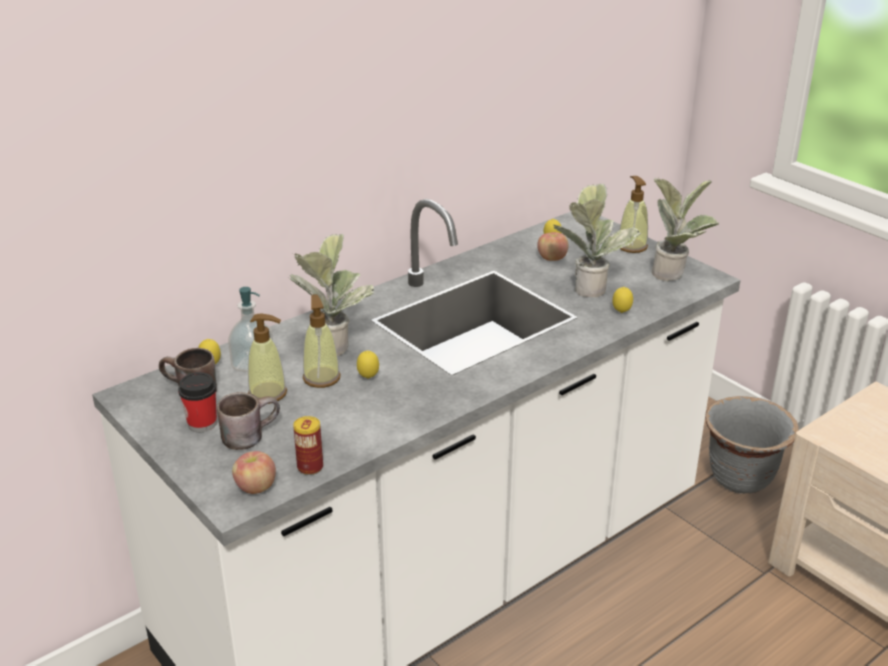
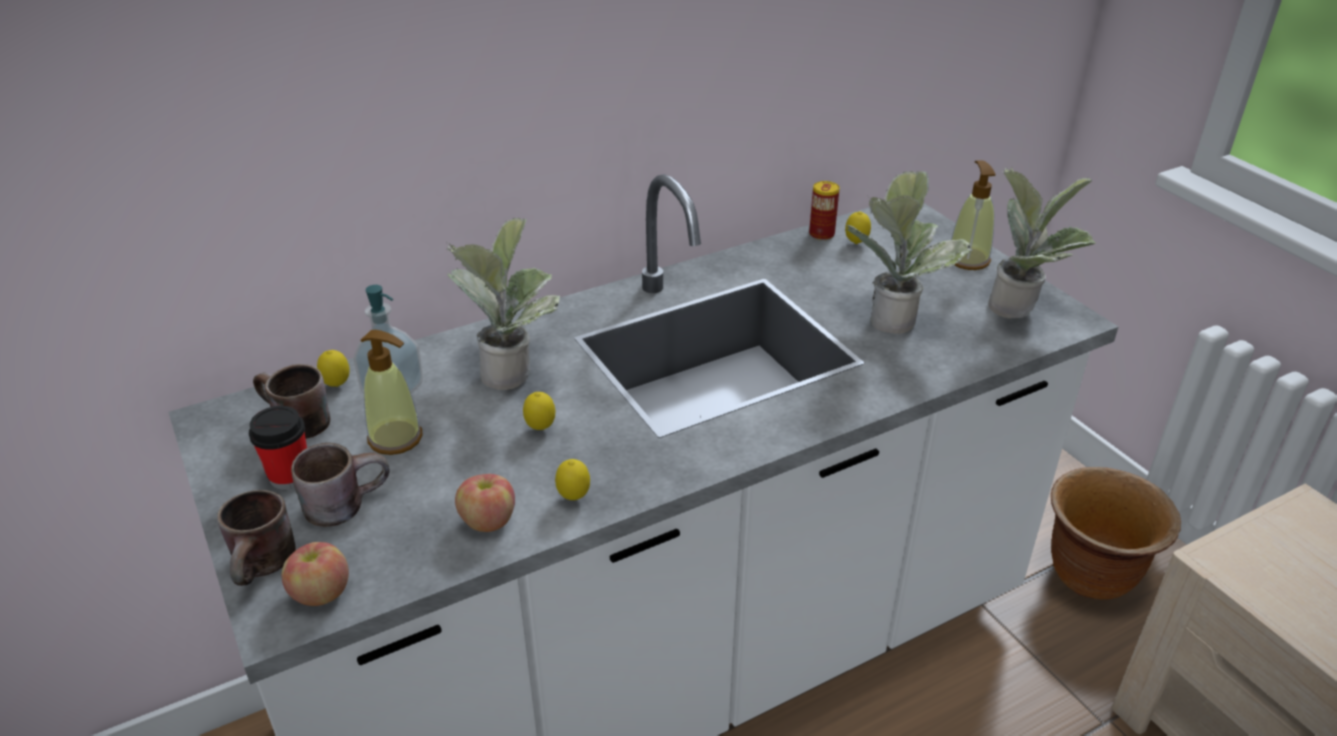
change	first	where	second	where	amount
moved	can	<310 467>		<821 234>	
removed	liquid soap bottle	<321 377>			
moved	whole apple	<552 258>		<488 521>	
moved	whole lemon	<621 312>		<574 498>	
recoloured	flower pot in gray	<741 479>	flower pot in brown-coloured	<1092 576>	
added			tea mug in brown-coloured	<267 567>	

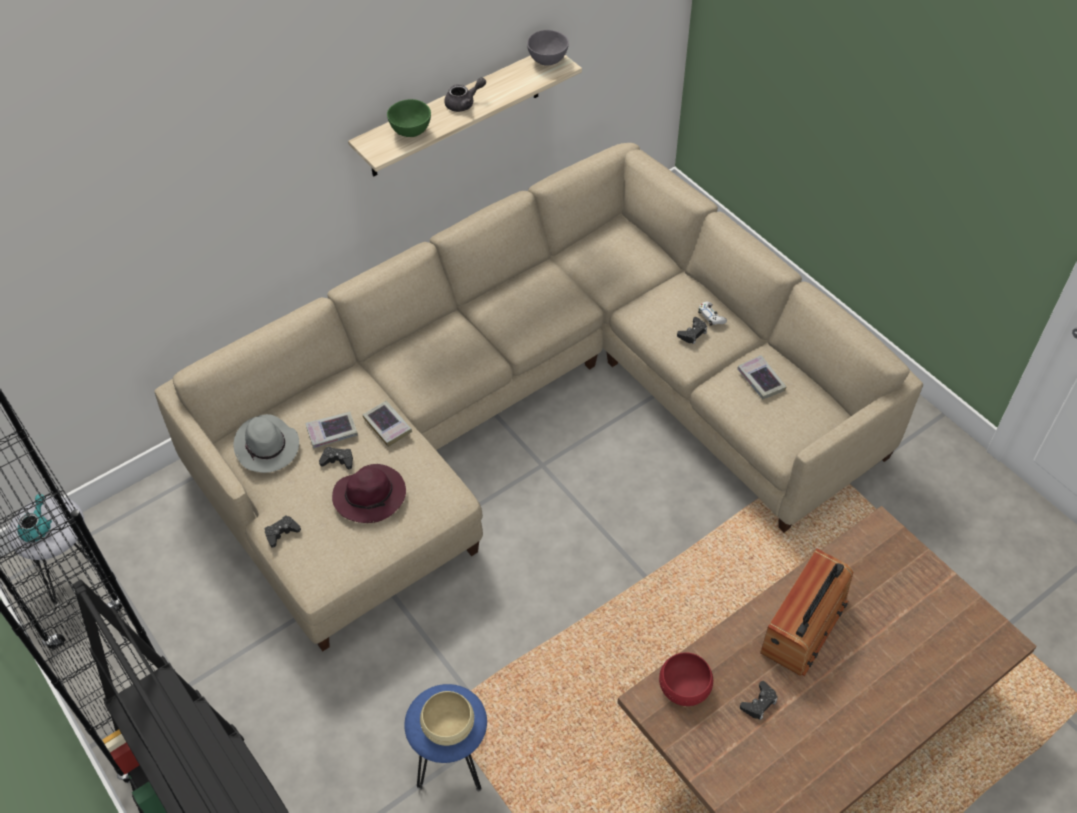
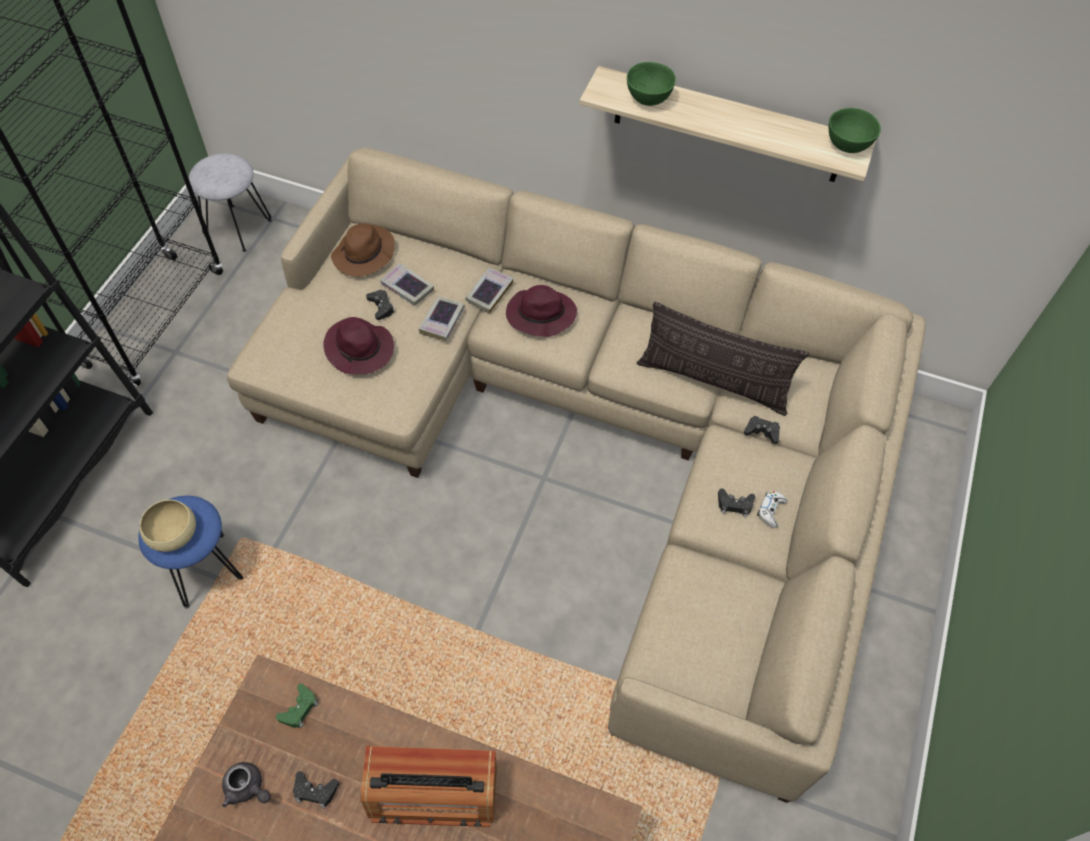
change	first	where	second	where	amount
removed	pot for tea in turquoise-coloured	<38 526>			
recoloured	wearable hat in gray	<267 447>	wearable hat in brown-coloured	<364 255>	
moved	joypad in black-coloured	<281 533>		<762 432>	
moved	pot for tea in gray	<464 103>		<247 788>	
recoloured	serving bowl in gray	<548 61>	serving bowl in greenish	<847 146>	
replaced	serving bowl in reddish	<685 686>	joypad in greenish	<299 709>	
moved	book	<760 380>		<489 292>	
added			wearable hat in purple-coloured	<539 315>	
added			pillow	<713 381>	

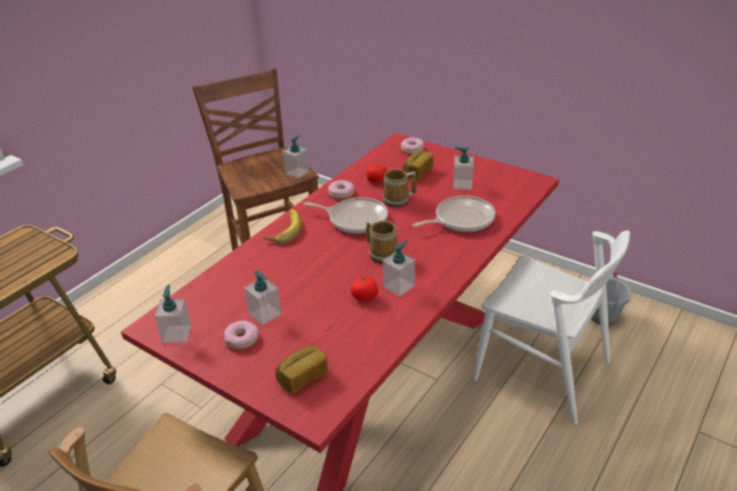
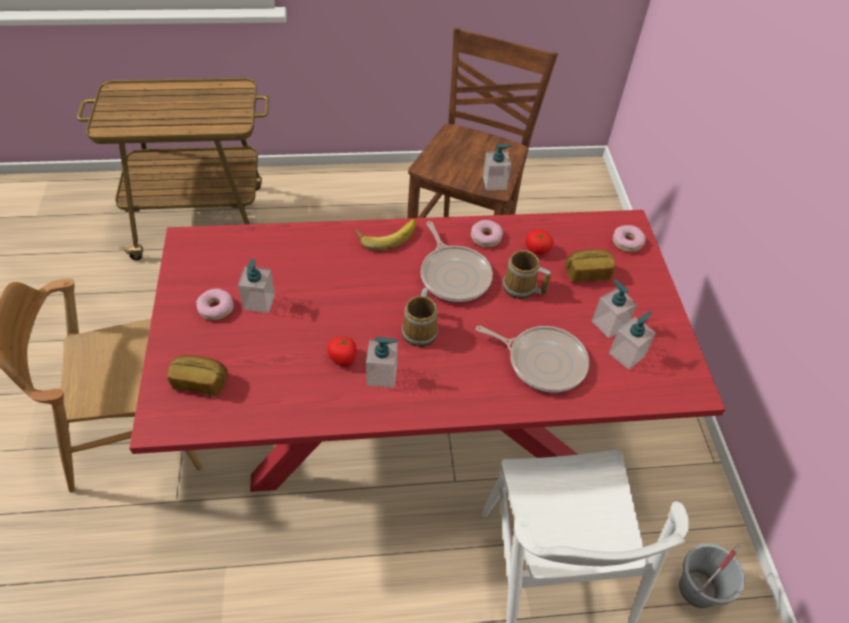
change	first	where	second	where	amount
moved	liquid soap bottle	<177 334>		<626 354>	

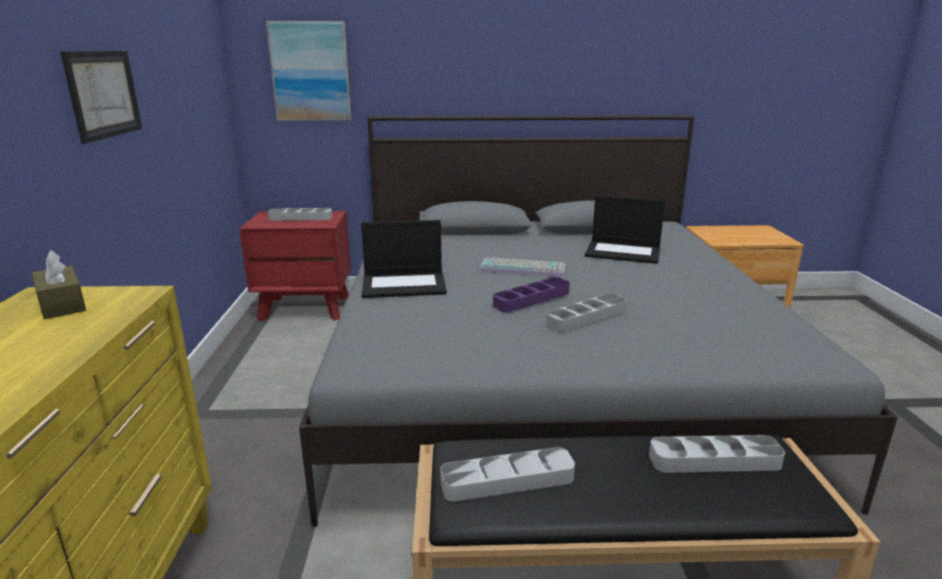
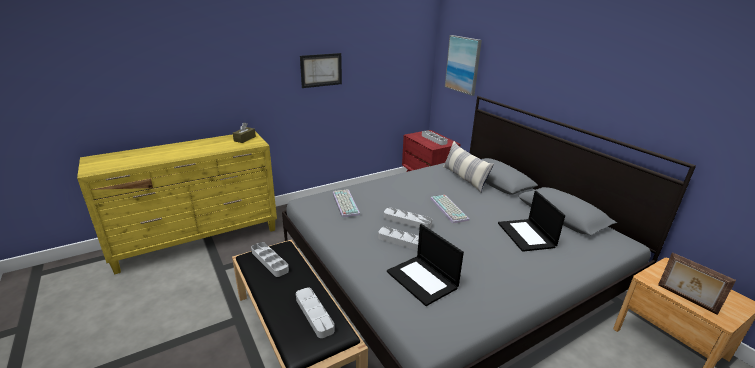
change	first	where	second	where	amount
moved	portable computer	<405 285>		<423 280>	
recoloured	tray in purple-coloured	<531 299>	tray in gray	<407 221>	
added			computer keyboard	<344 203>	
added			pillow	<464 178>	
added			photo frame	<686 299>	

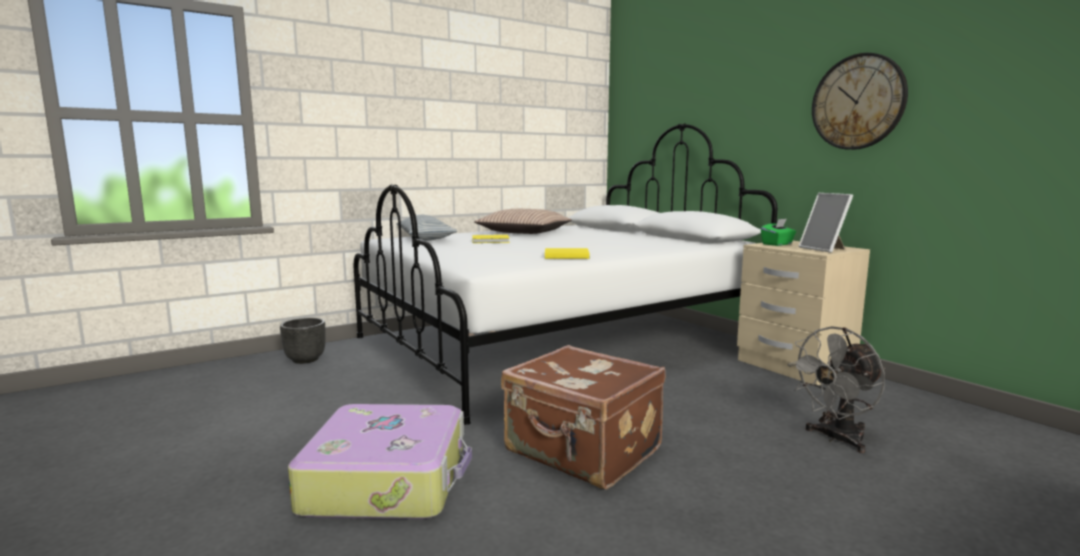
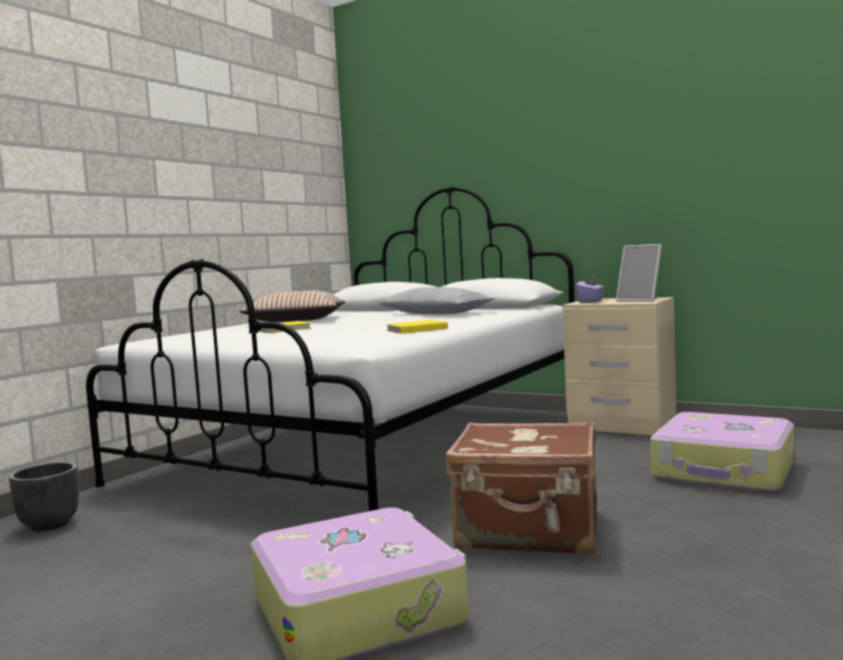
change	first	where	second	where	amount
moved	pillow	<425 238>		<435 314>	
recoloured	tissue holder in greenish	<777 244>	tissue holder in purple-coloured	<591 301>	
replaced	electric fan in gray	<836 439>	travel case	<724 471>	
removed	hanging clock	<858 102>			

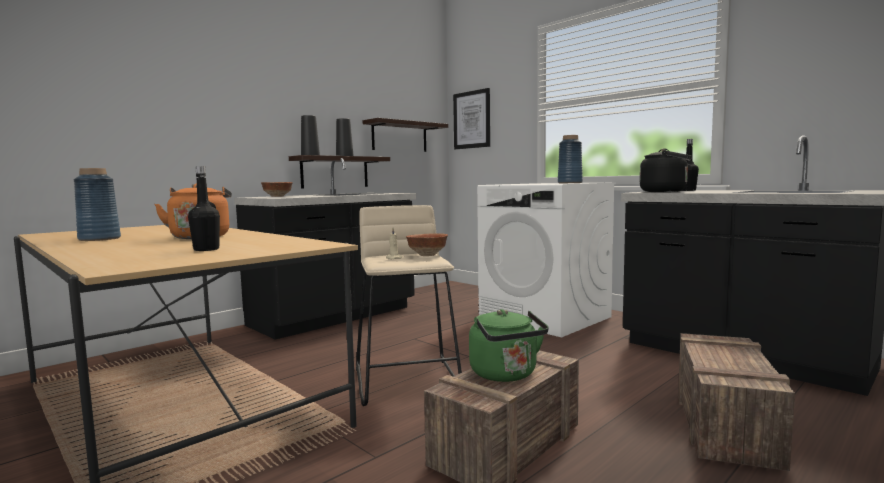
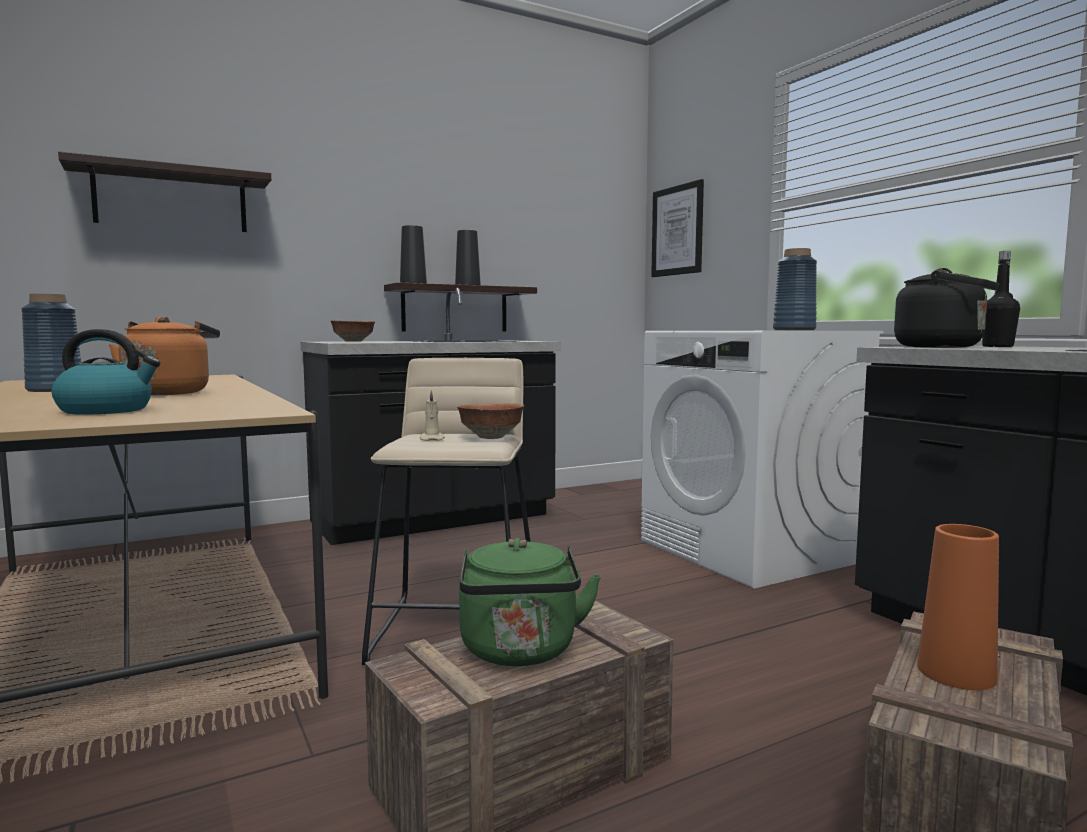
change	first	where	second	where	amount
replaced	beverage bottle in black-coloured	<206 249>	tea kettle	<107 410>	
moved	bracket shelf	<399 137>		<171 200>	
added			flower vase in orange-coloured	<956 673>	

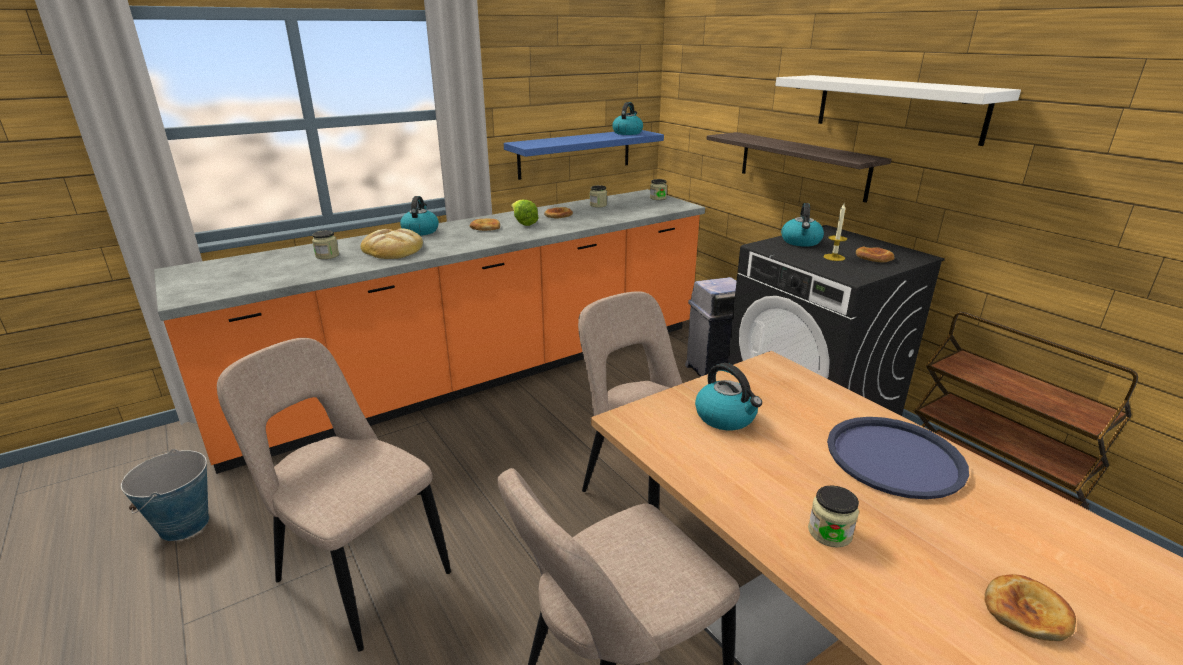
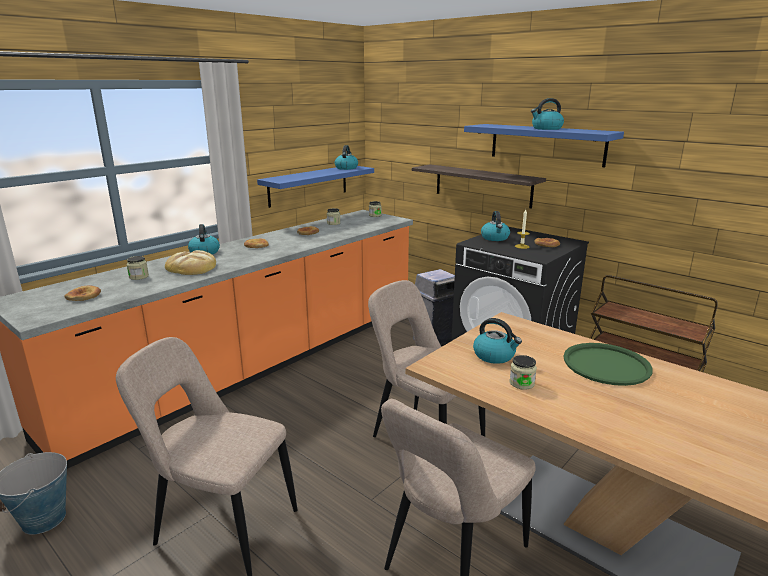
change	first	where	second	where	amount
removed	lettuce head	<523 223>			
recoloured	bracket shelf in whitish	<897 107>	bracket shelf in blue-coloured	<546 144>	
moved	jar	<829 532>		<521 383>	
recoloured	tray in blue-coloured	<894 457>	tray in greenish	<606 365>	
moved	bakery bread	<1027 611>		<84 296>	
added			tea kettle	<546 128>	

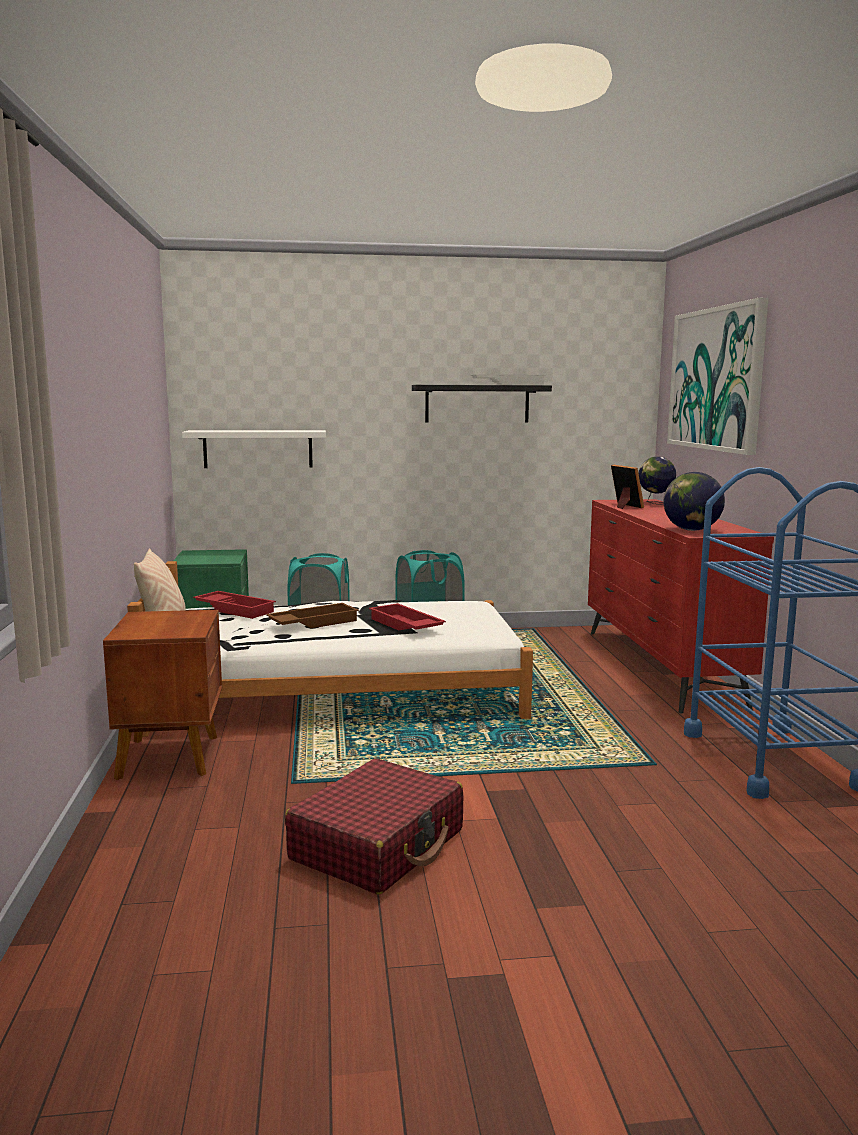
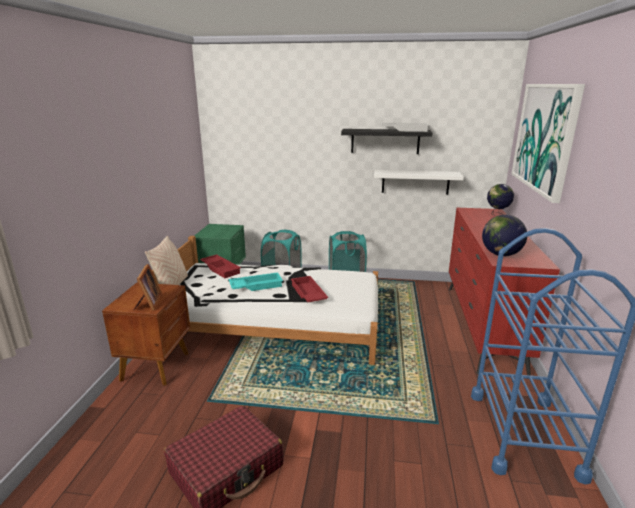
change	first	where	second	where	amount
moved	bracket shelf in whitish	<258 449>		<415 182>	
recoloured	tray in brown-coloured	<313 622>	tray in turquoise-coloured	<256 285>	
moved	photo frame	<624 506>		<149 303>	

